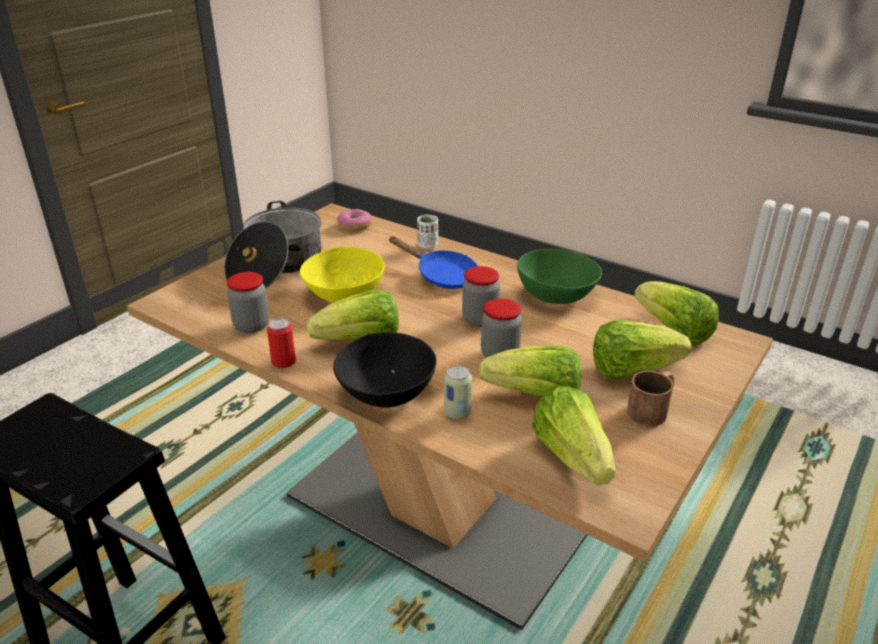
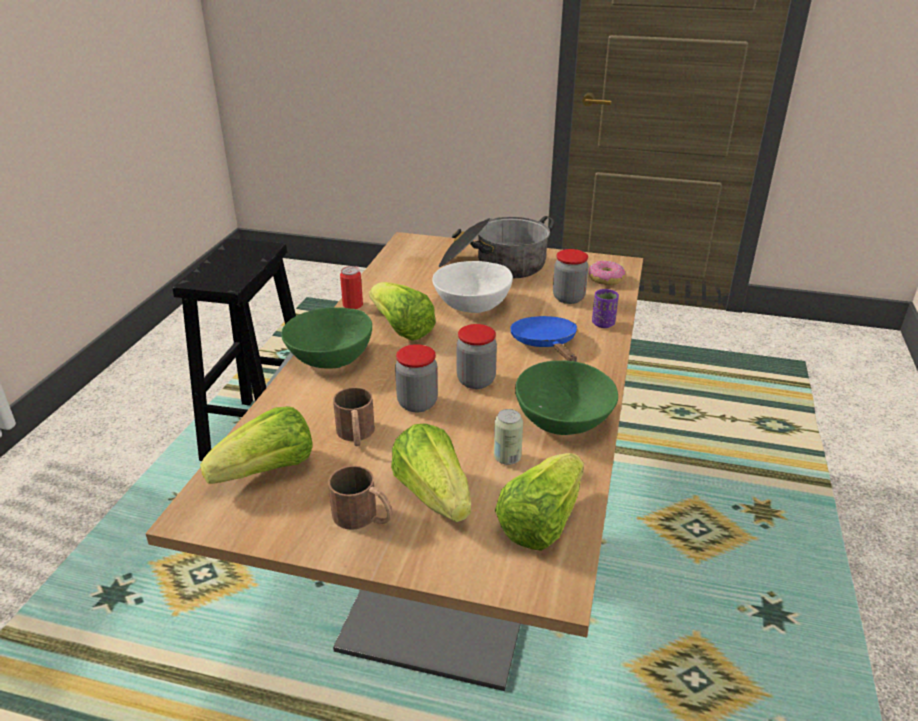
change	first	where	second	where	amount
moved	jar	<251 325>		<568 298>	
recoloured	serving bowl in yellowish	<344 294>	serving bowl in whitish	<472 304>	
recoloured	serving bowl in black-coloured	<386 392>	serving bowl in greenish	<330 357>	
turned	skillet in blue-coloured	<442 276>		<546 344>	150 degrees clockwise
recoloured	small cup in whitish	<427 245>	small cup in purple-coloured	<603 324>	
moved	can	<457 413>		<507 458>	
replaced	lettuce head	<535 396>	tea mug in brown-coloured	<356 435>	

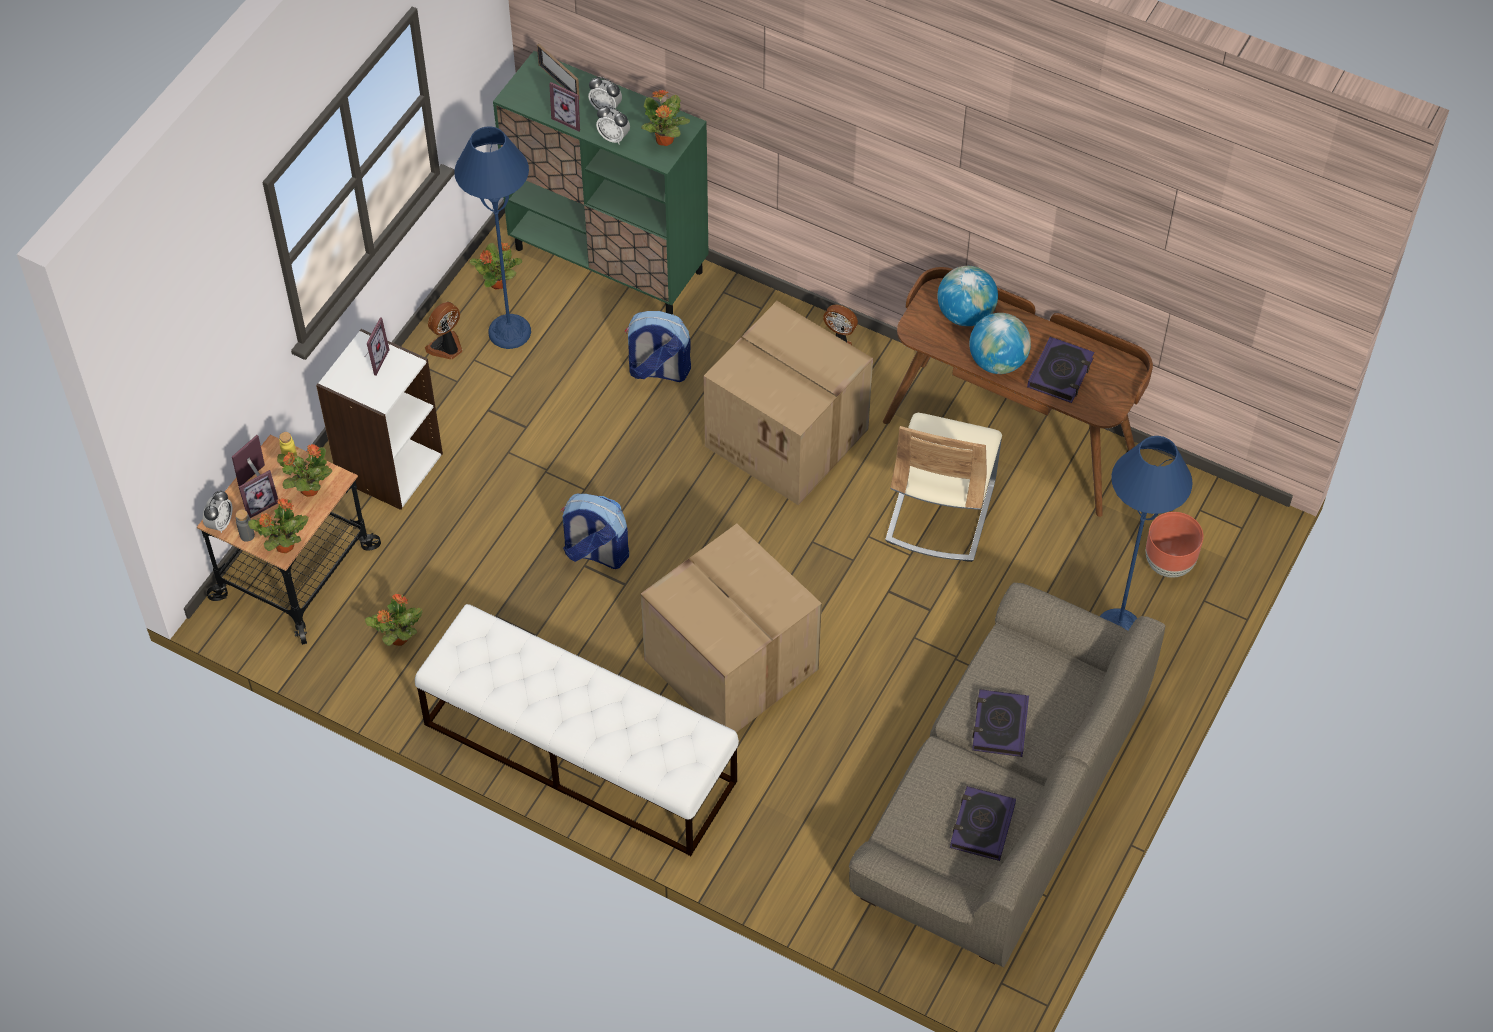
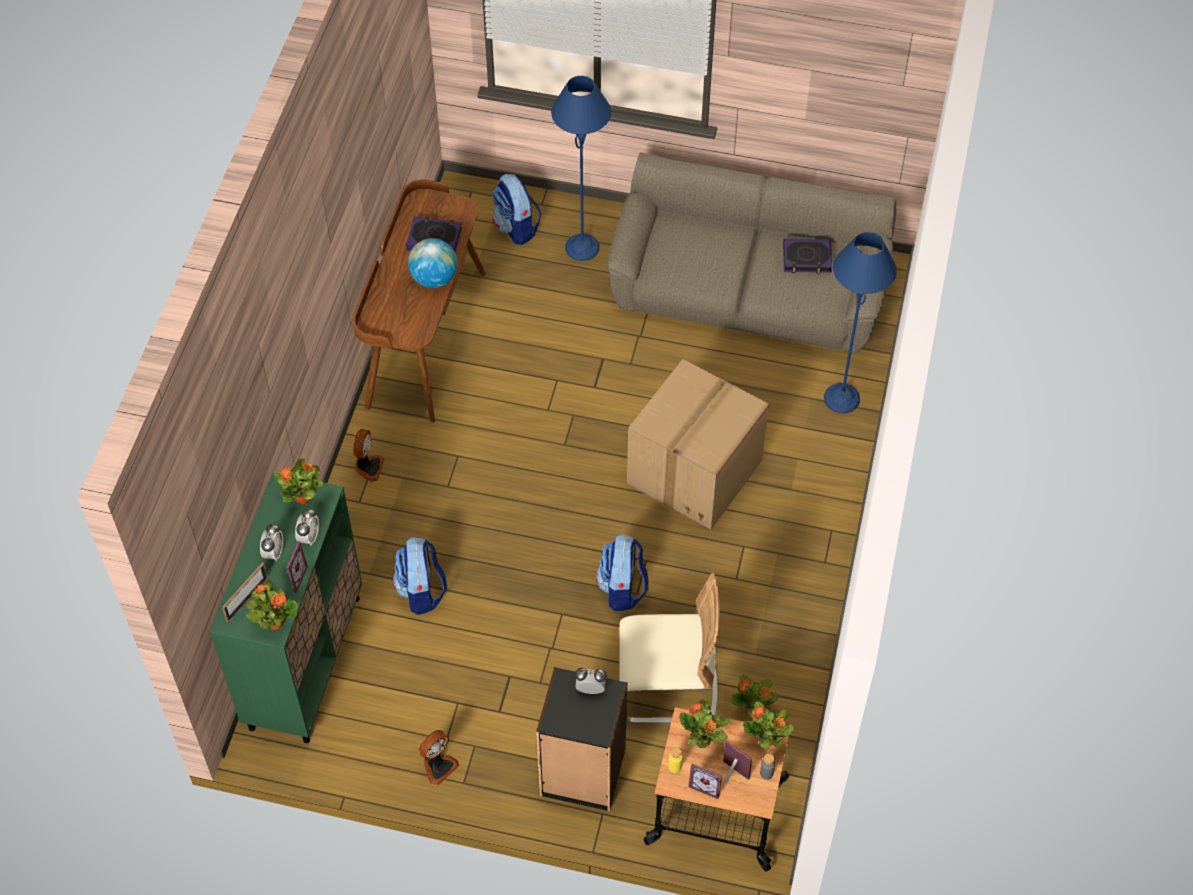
change	first	where	second	where	amount
moved	alarm clock	<220 523>		<590 689>	
recoloured	bookcase in whitish	<388 466>	bookcase in black-coloured	<582 773>	
removed	photo frame	<373 360>			
removed	bench in whitish	<578 752>			
turned	electric fan	<447 347>		<438 766>	75 degrees counterclockwise
moved	standing lamp in blue-coloured	<509 332>		<842 398>	
moved	plant in a pot	<498 283>		<275 622>	
removed	cardboard box	<789 437>			
moved	plain chair in beige	<940 511>		<668 688>	
removed	globe	<965 314>			
removed	book	<999 726>			
replaced	flower pot in brown-coloured	<1168 564>	knapsack	<516 228>	

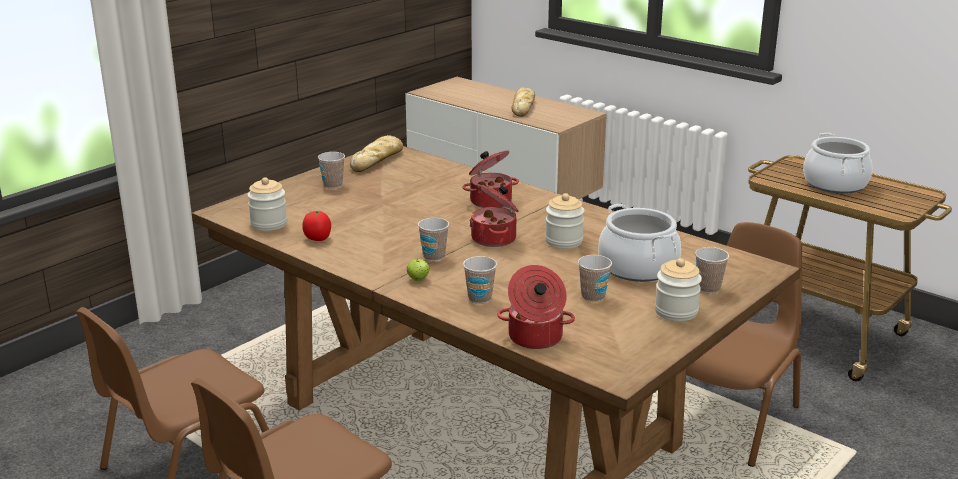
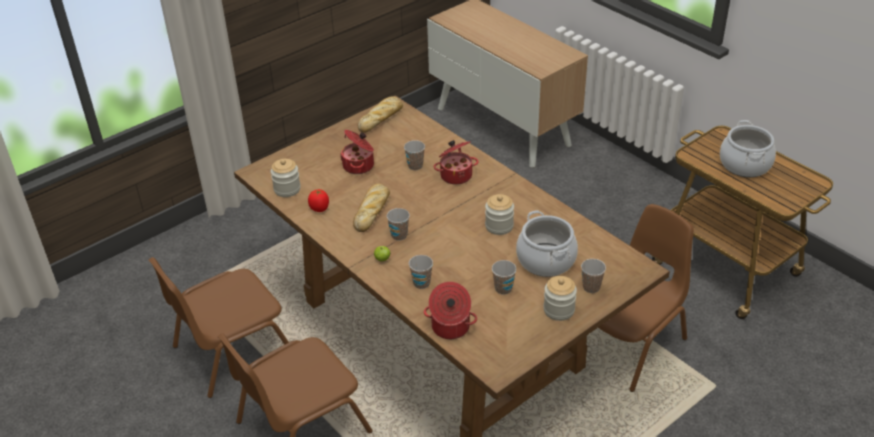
change	first	where	second	where	amount
moved	small cup	<333 185>		<415 166>	
moved	saucepot	<495 238>		<359 166>	
moved	bakery bread	<523 107>		<372 211>	

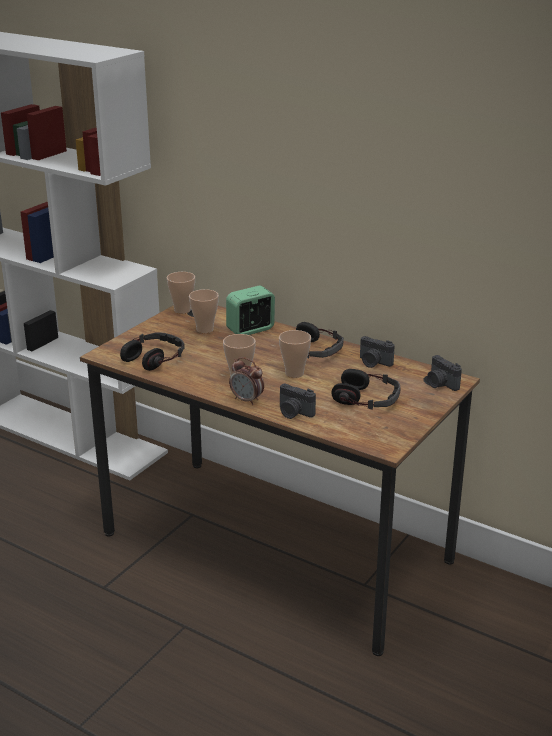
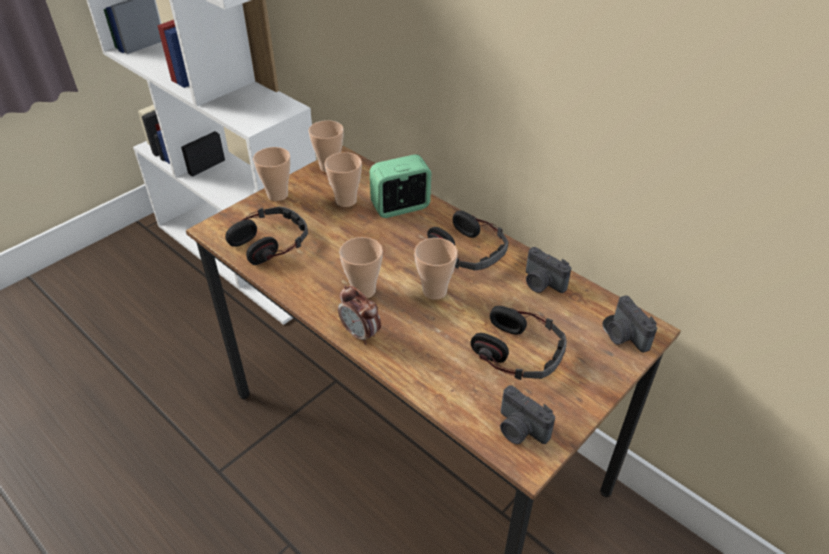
change	first	where	second	where	amount
moved	photo camera	<294 413>		<519 430>	
added			small cup	<277 195>	

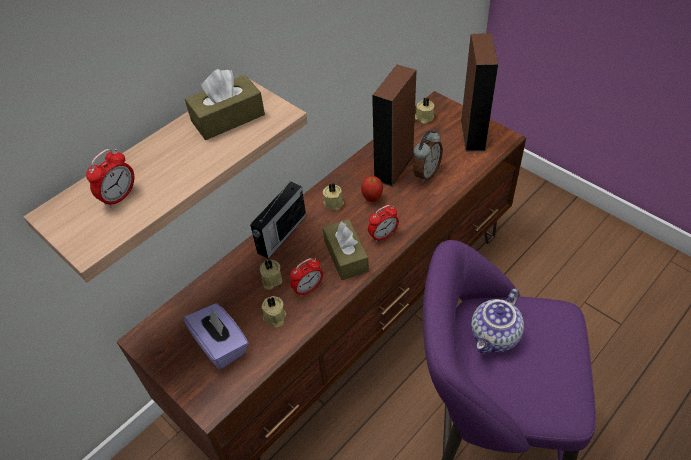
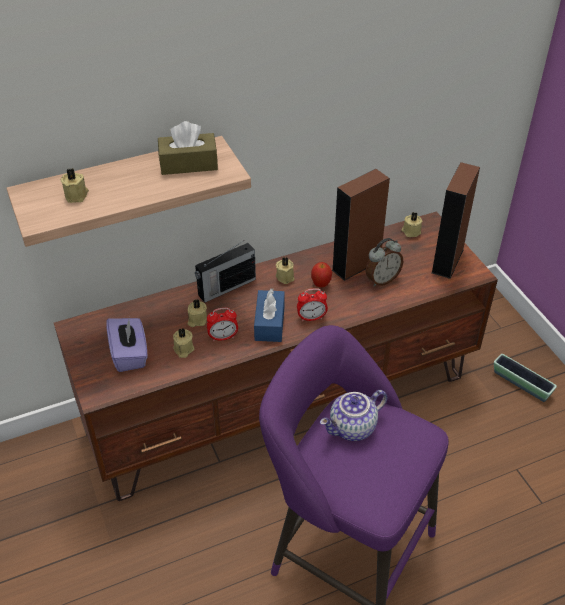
change	first	where	second	where	amount
replaced	alarm clock	<119 197>	candle in beige	<77 195>	
recoloured	tissue holder in brown-coloured	<346 256>	tissue holder in blue-coloured	<269 323>	
added			flower pot	<521 384>	

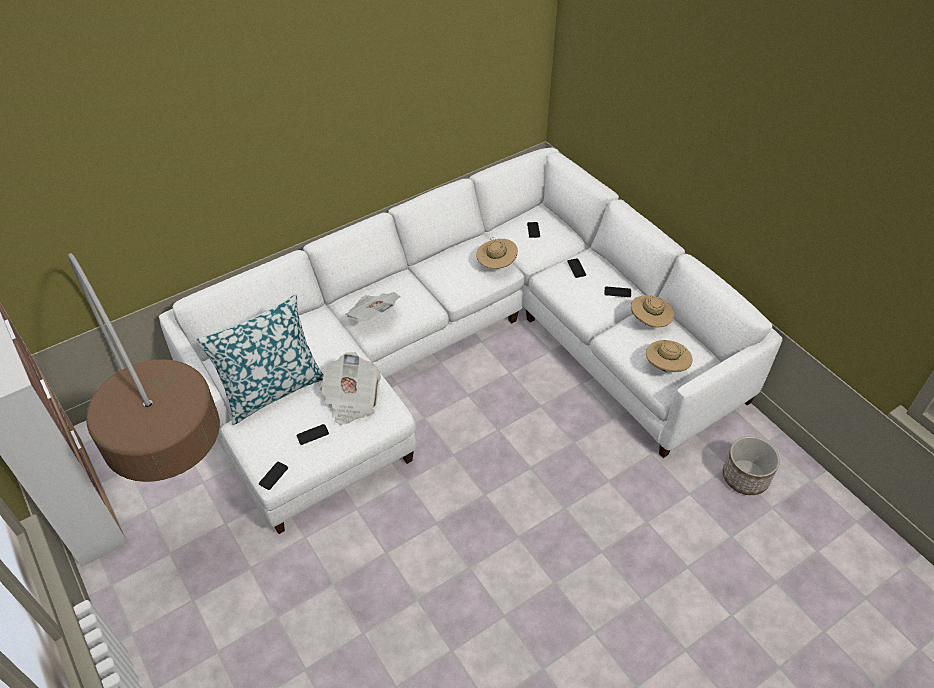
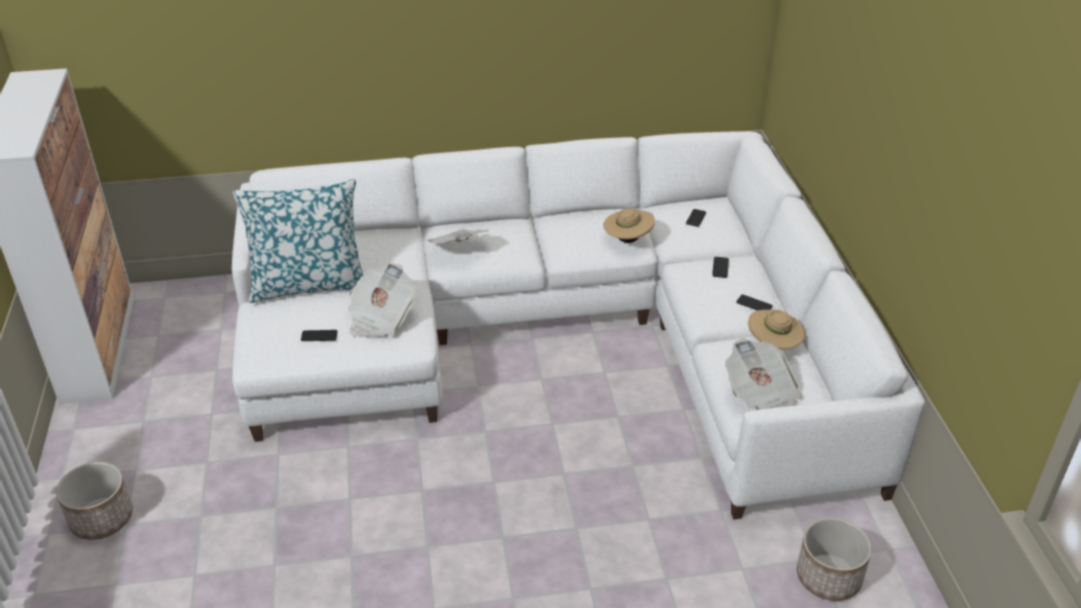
change	first	where	second	where	amount
removed	standing lamp	<187 495>			
removed	handset	<273 476>			
replaced	wearable hat in beige	<666 367>	daily paper	<761 396>	
added			flower pot	<101 518>	

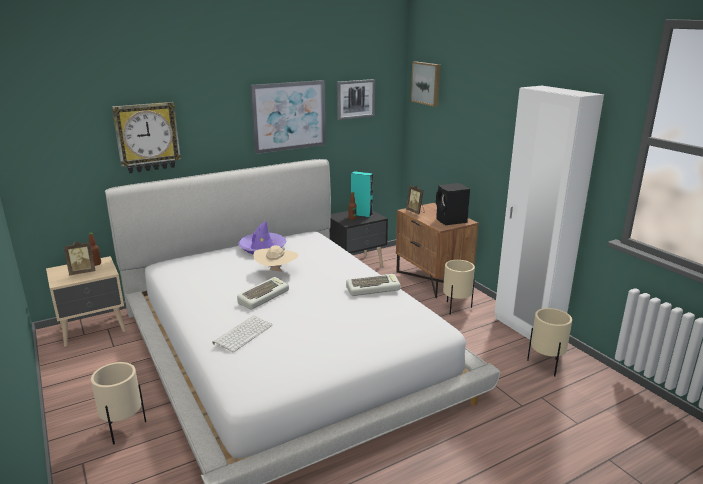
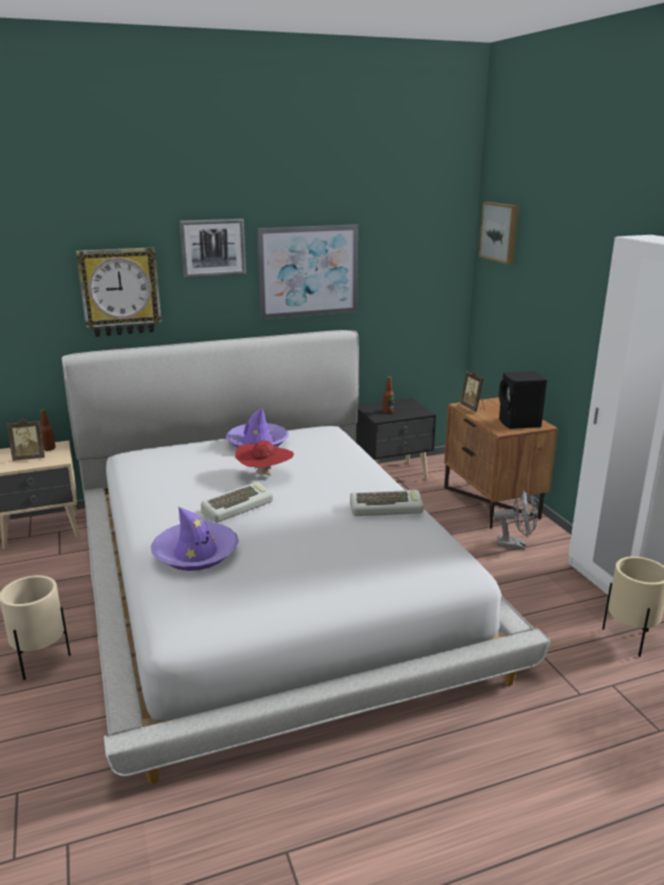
change	first	where	second	where	amount
replaced	computer keyboard	<243 333>	wearable hat in purple-coloured	<196 553>	
recoloured	wearable hat in beige	<276 272>	wearable hat in reddish	<265 476>	
moved	picture	<355 99>		<213 248>	
removed	speaker in turquoise-coloured	<361 215>			
replaced	flower pot in beige	<456 308>	electric fan in gray	<515 544>	

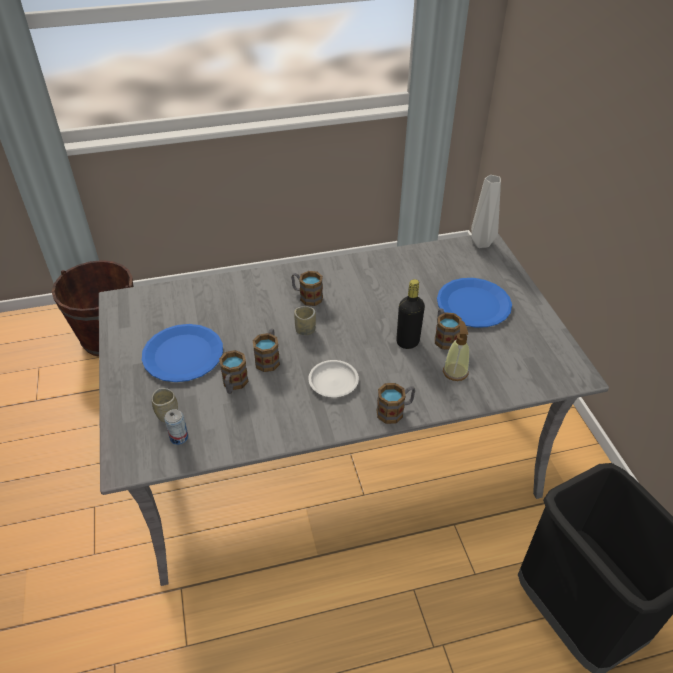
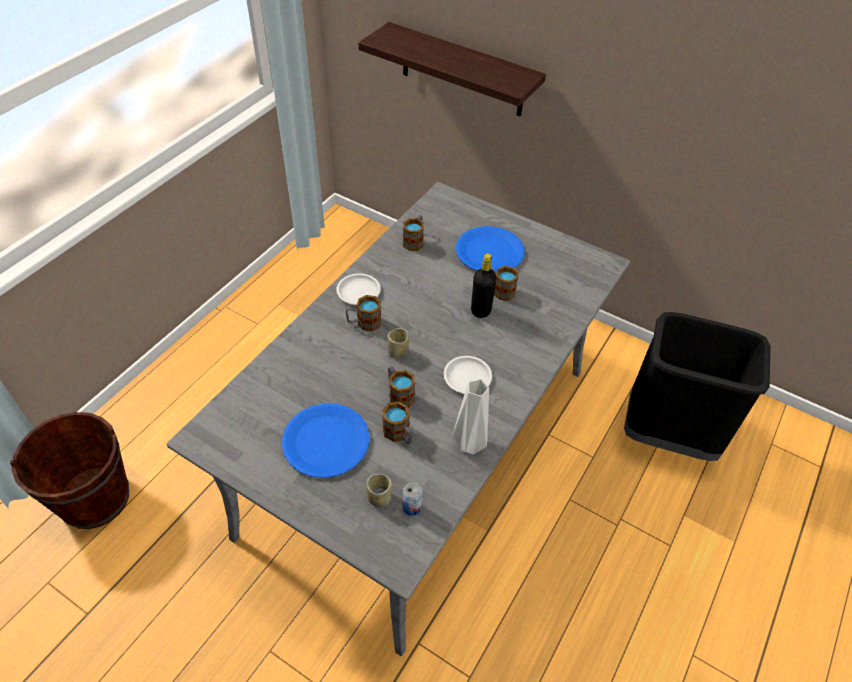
change	first	where	second	where	amount
moved	tea mug	<395 411>		<414 240>	
removed	liquid soap bottle	<455 372>			
moved	flower vase in gray	<480 242>		<468 444>	
added			dinner plate in whitish	<359 291>	
added			bracket shelf	<462 71>	

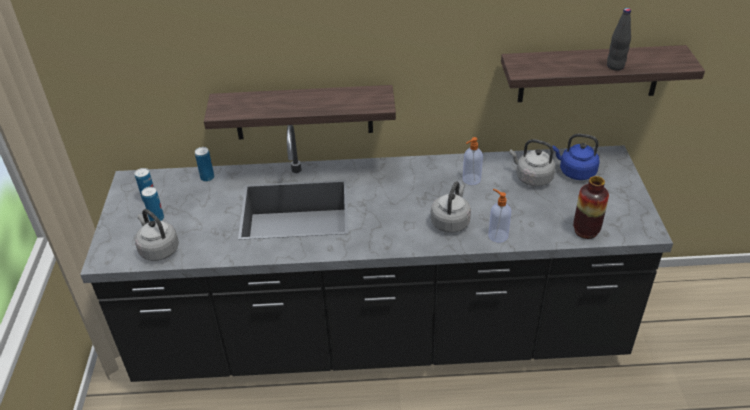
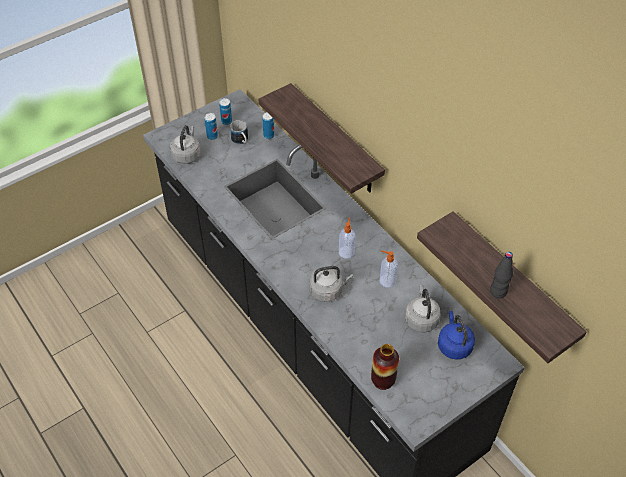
change	first	where	second	where	amount
moved	liquid soap bottle	<497 235>		<346 252>	
added			tea mug	<241 141>	

